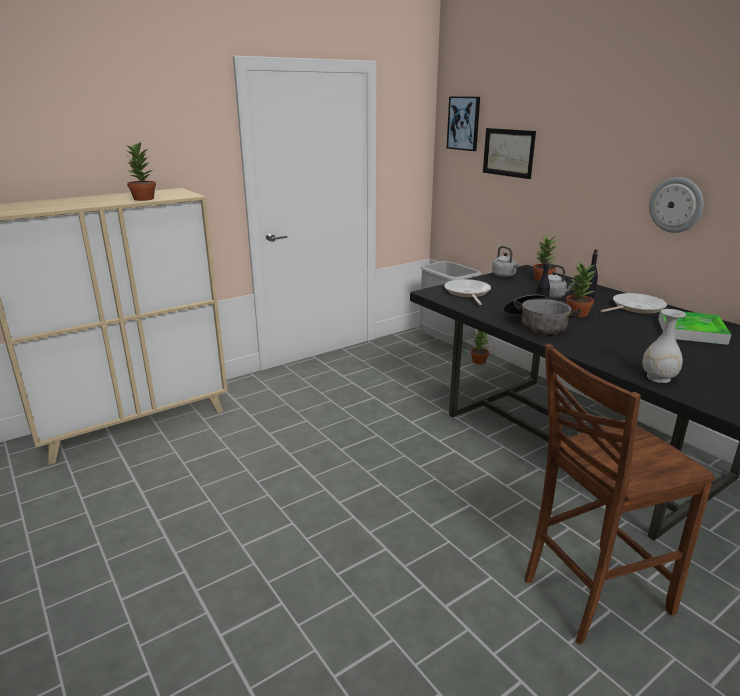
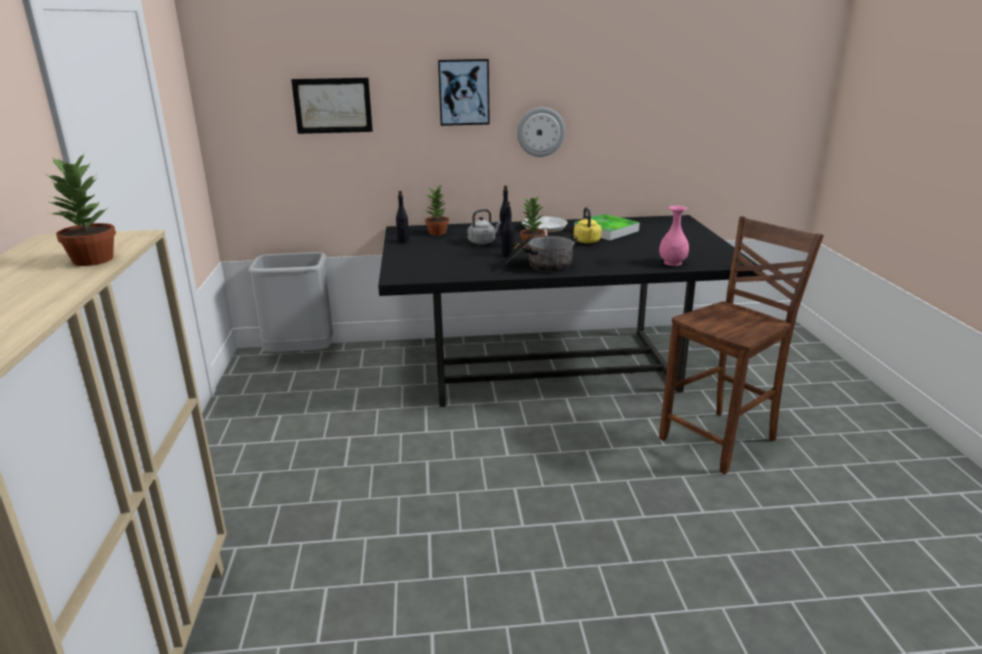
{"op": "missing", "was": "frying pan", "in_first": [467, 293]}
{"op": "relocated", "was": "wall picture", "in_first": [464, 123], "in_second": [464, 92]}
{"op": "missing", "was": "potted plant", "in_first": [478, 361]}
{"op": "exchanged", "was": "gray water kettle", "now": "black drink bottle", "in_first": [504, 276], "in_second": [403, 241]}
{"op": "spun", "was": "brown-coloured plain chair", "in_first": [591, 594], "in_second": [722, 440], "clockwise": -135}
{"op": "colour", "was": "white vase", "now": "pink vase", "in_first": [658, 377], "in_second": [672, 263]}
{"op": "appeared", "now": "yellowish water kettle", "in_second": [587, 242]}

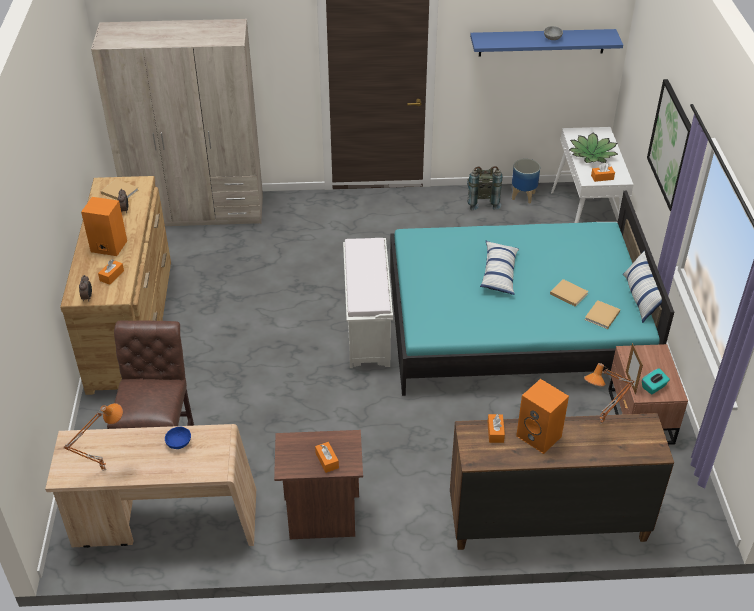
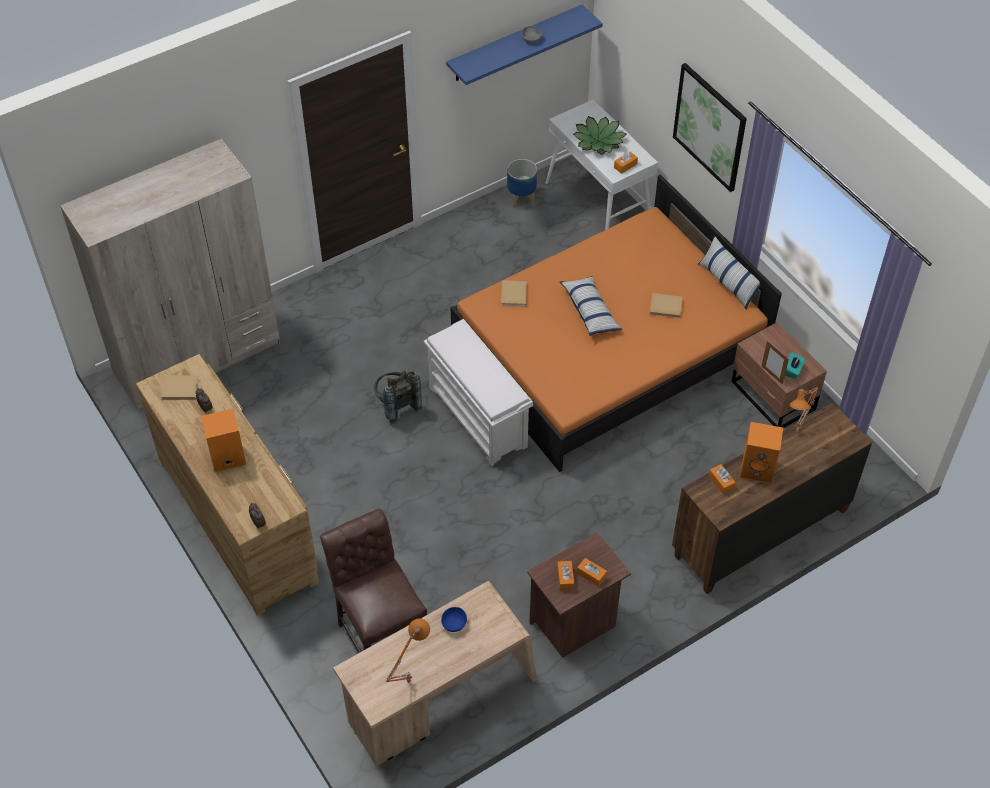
{"op": "relocated", "was": "orange tissue holder", "in_first": [112, 276], "in_second": [565, 578]}
{"op": "colour", "was": "blue-green bed", "now": "orange bed", "in_first": [514, 324], "in_second": [608, 349]}
{"op": "relocated", "was": "gray knapsack", "in_first": [481, 201], "in_second": [396, 405]}
{"op": "relocated", "was": "beige bound book", "in_first": [601, 316], "in_second": [513, 295]}

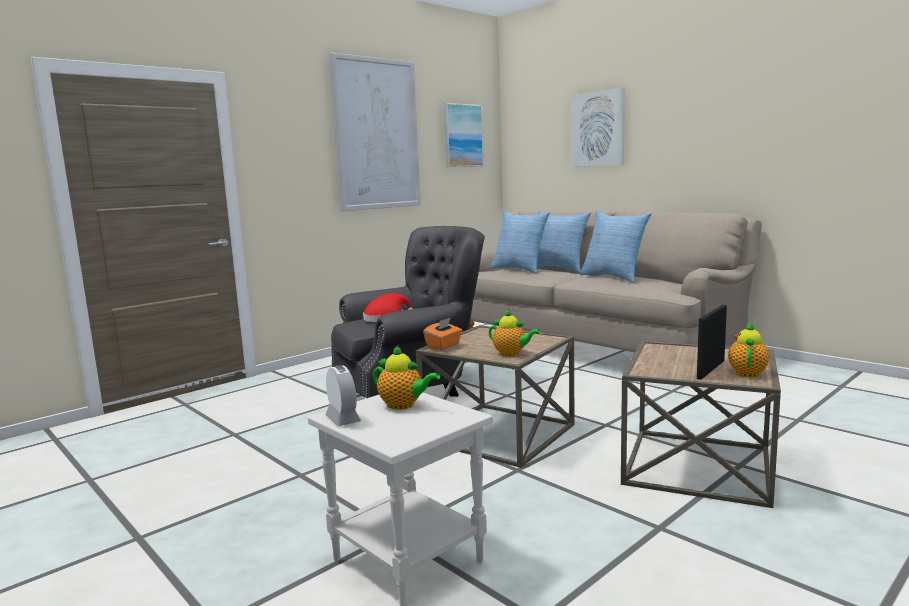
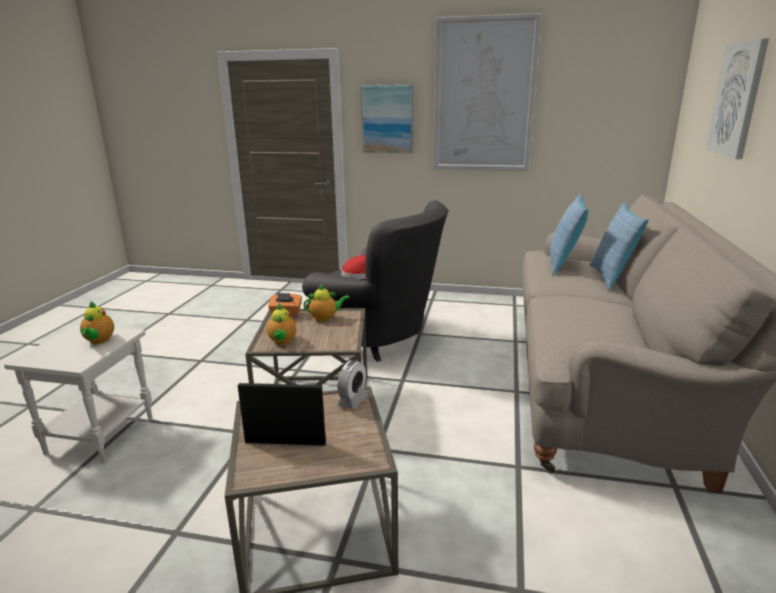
{"op": "relocated", "was": "table clock", "in_first": [343, 419], "in_second": [352, 400]}
{"op": "relocated", "was": "wall picture", "in_first": [462, 135], "in_second": [387, 119]}
{"op": "missing", "was": "throw pillow", "in_first": [614, 277]}
{"op": "relocated", "was": "teapot", "in_first": [747, 372], "in_second": [325, 318]}

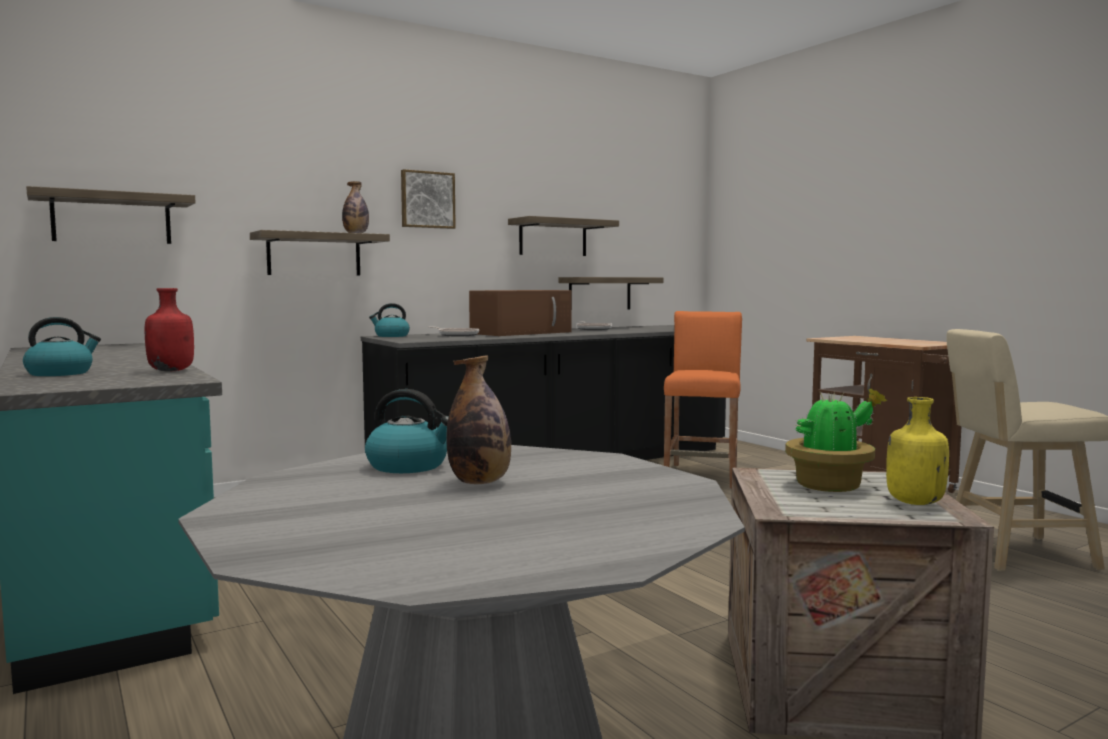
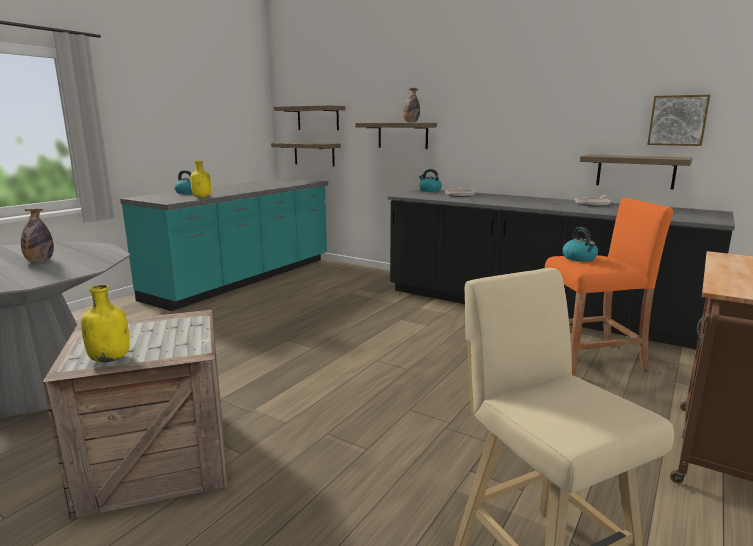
{"op": "colour", "was": "red drink bottle", "now": "yellowish drink bottle", "in_first": [172, 371], "in_second": [202, 197]}
{"op": "relocated", "was": "water kettle", "in_first": [409, 466], "in_second": [579, 258]}
{"op": "relocated", "was": "wall picture", "in_first": [427, 200], "in_second": [678, 120]}
{"op": "missing", "was": "brown-coloured microwave oven", "in_first": [522, 332]}
{"op": "relocated", "was": "bracket shelf", "in_first": [553, 238], "in_second": [314, 154]}
{"op": "missing", "was": "potted plant", "in_first": [831, 486]}

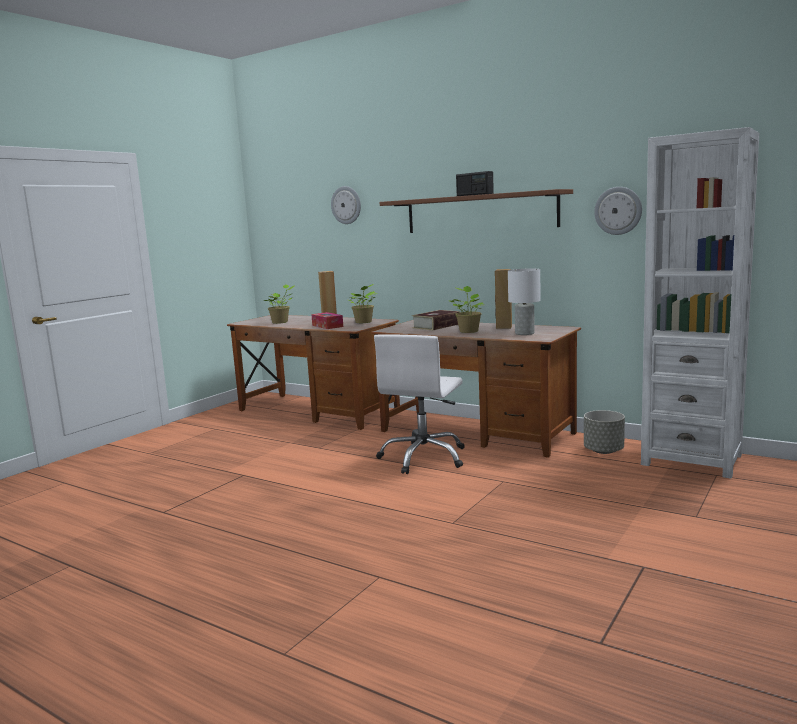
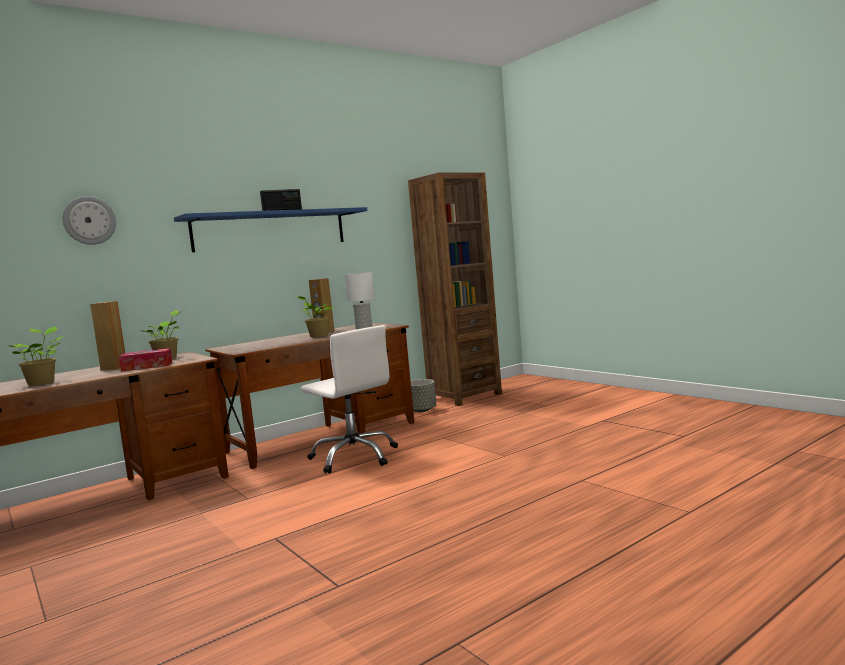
{"op": "colour", "was": "brown-coloured bracket shelf", "now": "blue bracket shelf", "in_first": [480, 213], "in_second": [271, 230]}
{"op": "missing", "was": "bound book", "in_first": [436, 326]}
{"op": "missing", "was": "wall clock", "in_first": [618, 210]}
{"op": "colour", "was": "white shelving unit", "now": "brown-coloured shelving unit", "in_first": [691, 460], "in_second": [464, 396]}

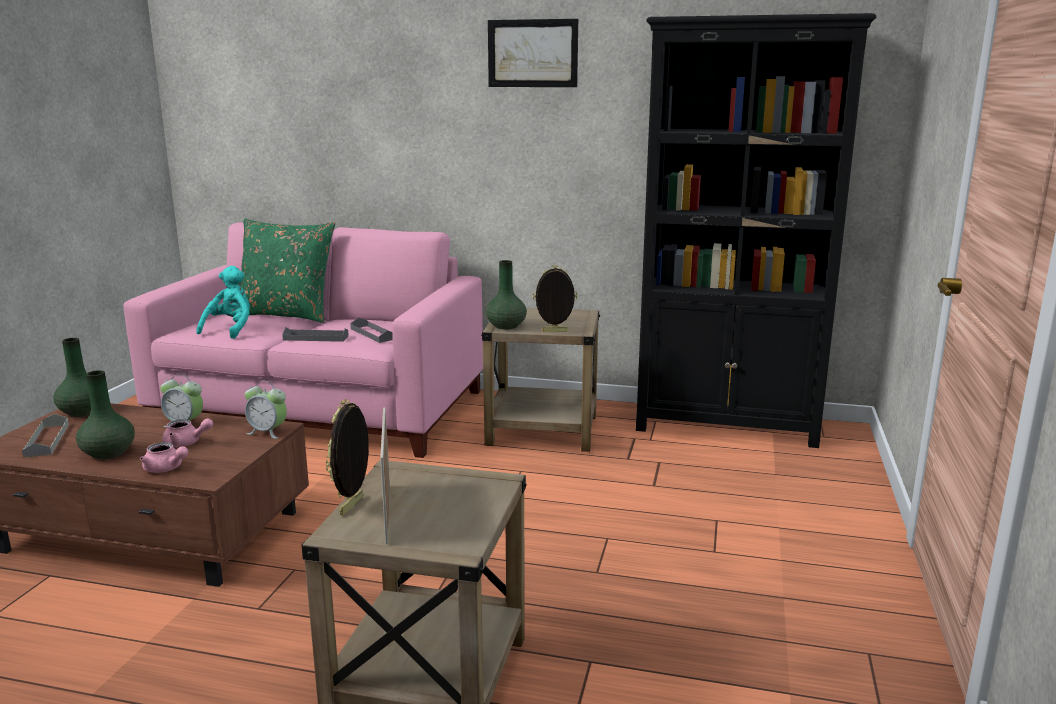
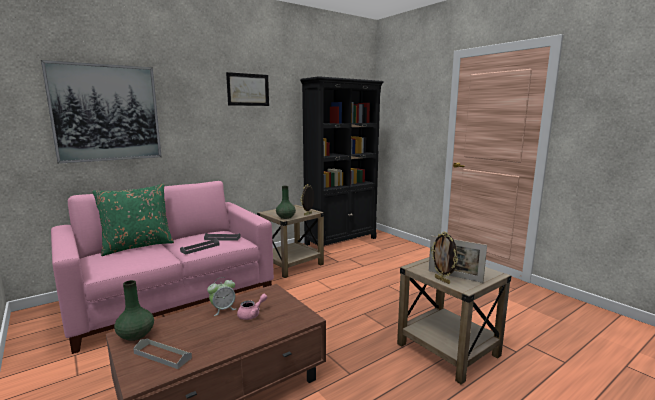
{"op": "missing", "was": "green-coloured vase", "in_first": [109, 453]}
{"op": "missing", "was": "pink teapot", "in_first": [166, 469]}
{"op": "missing", "was": "blue-green cuddly toy", "in_first": [230, 329]}
{"op": "missing", "was": "table clock", "in_first": [268, 432]}
{"op": "appeared", "now": "wall picture", "in_second": [106, 113]}

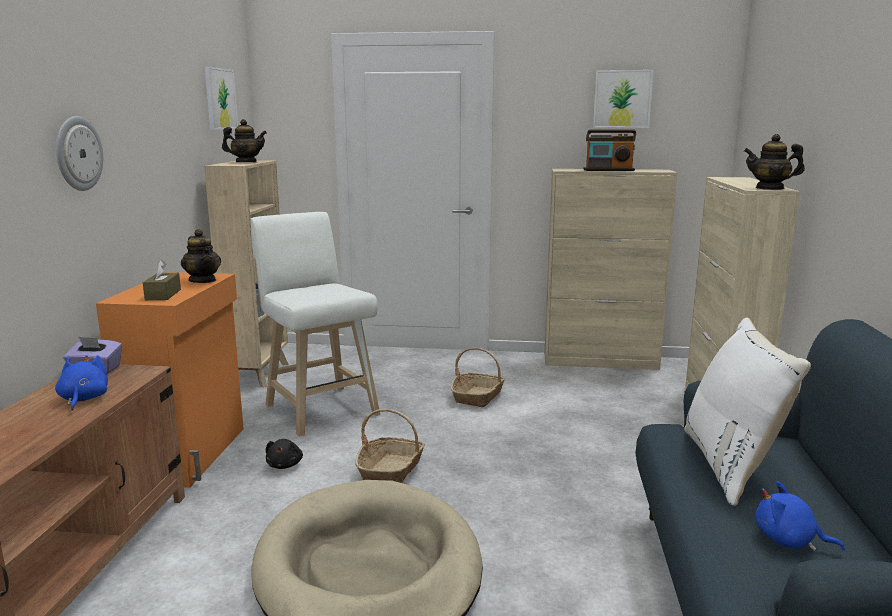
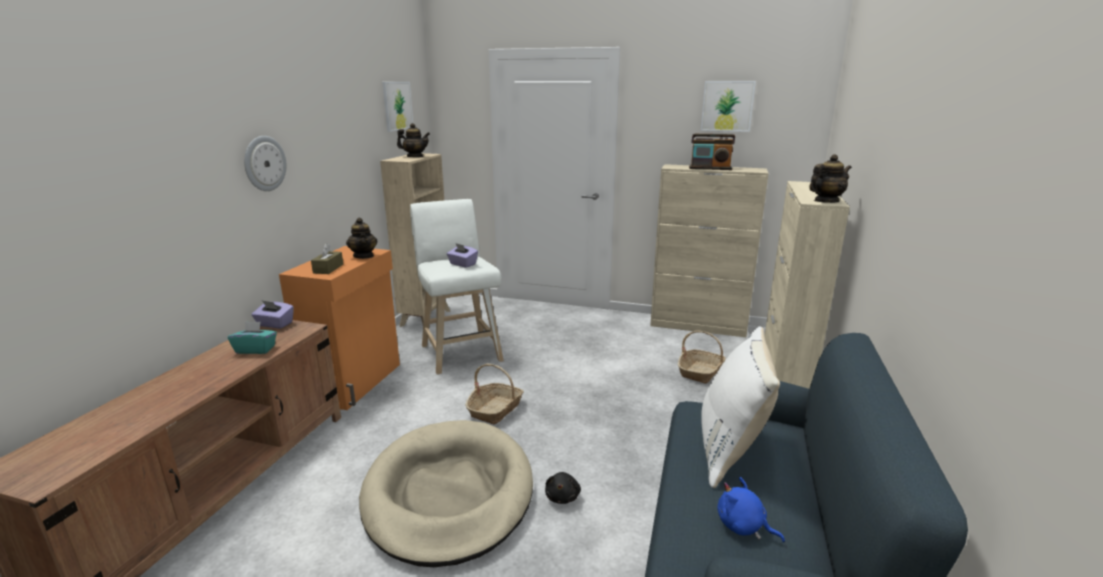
{"op": "exchanged", "was": "blue cuddly toy", "now": "blue-green tissue holder", "in_first": [83, 399], "in_second": [256, 349]}
{"op": "relocated", "was": "black cuddly toy", "in_first": [285, 465], "in_second": [563, 496]}
{"op": "relocated", "was": "storage basket", "in_first": [478, 396], "in_second": [700, 372]}
{"op": "spun", "was": "teapot", "in_first": [770, 188], "in_second": [825, 201], "clockwise": 135}
{"op": "appeared", "now": "purplish tissue holder", "in_second": [462, 264]}

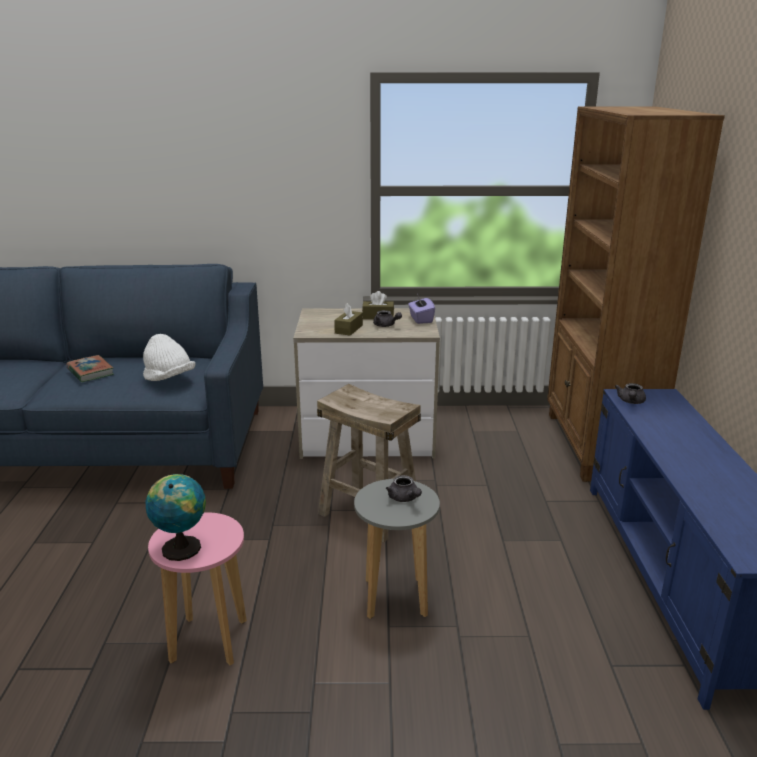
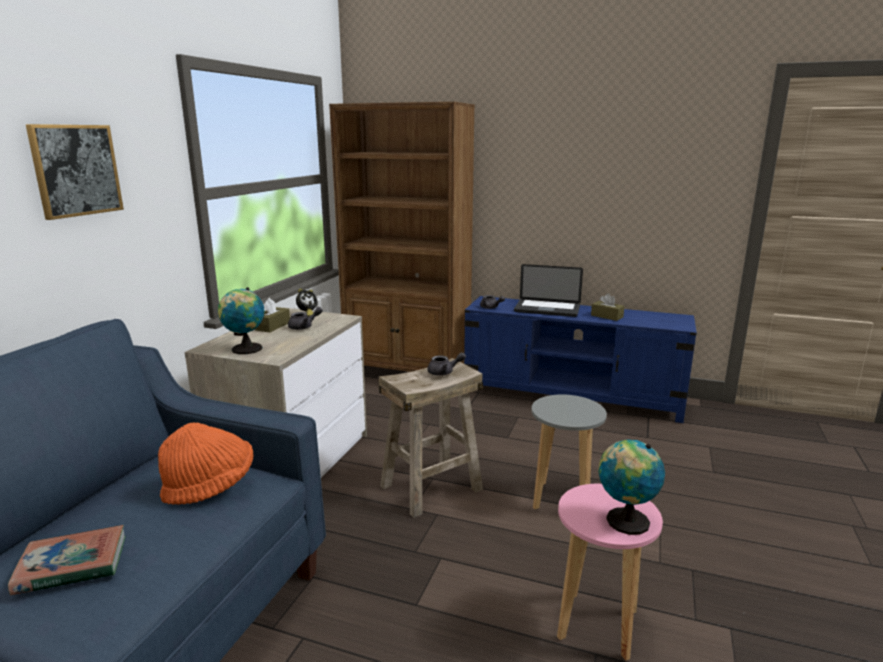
{"op": "colour", "was": "white clothing hat", "now": "orange clothing hat", "in_first": [169, 379], "in_second": [210, 486]}
{"op": "relocated", "was": "brown-coloured tissue holder", "in_first": [348, 329], "in_second": [607, 316]}
{"op": "relocated", "was": "gray teapot", "in_first": [404, 498], "in_second": [444, 372]}
{"op": "exchanged", "was": "purplish tissue holder", "now": "table clock", "in_first": [420, 319], "in_second": [307, 314]}
{"op": "appeared", "now": "wall picture", "in_second": [76, 170]}
{"op": "appeared", "now": "world globe", "in_second": [245, 349]}
{"op": "appeared", "now": "laptop", "in_second": [547, 309]}

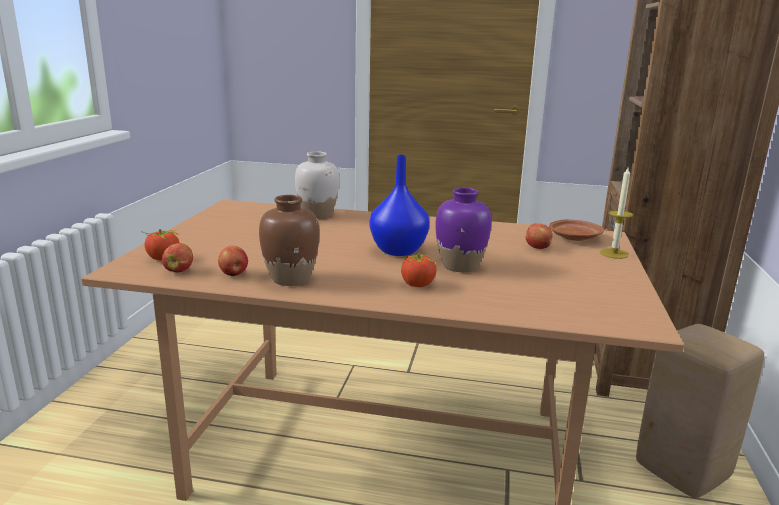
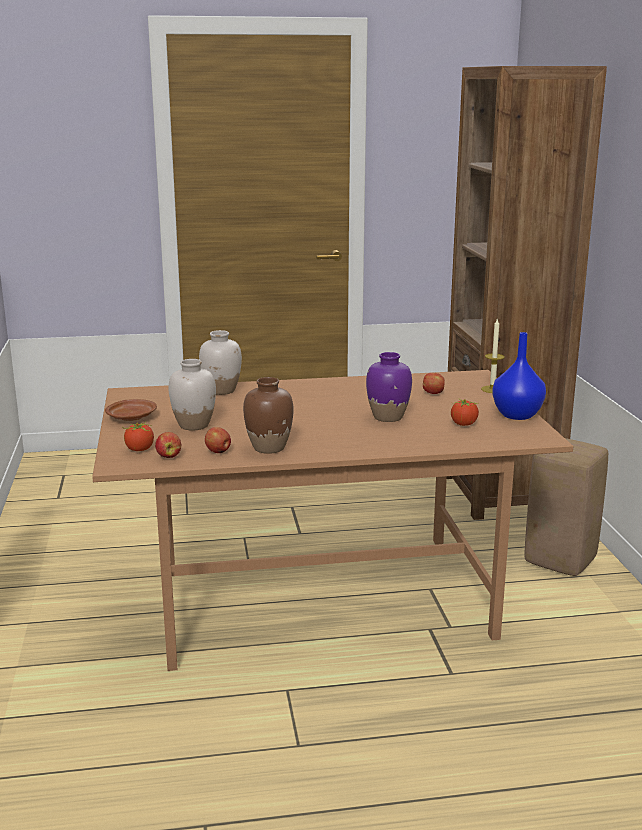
{"op": "relocated", "was": "blue vase", "in_first": [399, 251], "in_second": [518, 415]}
{"op": "relocated", "was": "tomato", "in_first": [418, 285], "in_second": [464, 424]}
{"op": "relocated", "was": "brown-coloured plate", "in_first": [574, 237], "in_second": [132, 417]}
{"op": "appeared", "now": "white vase", "in_second": [193, 425]}

